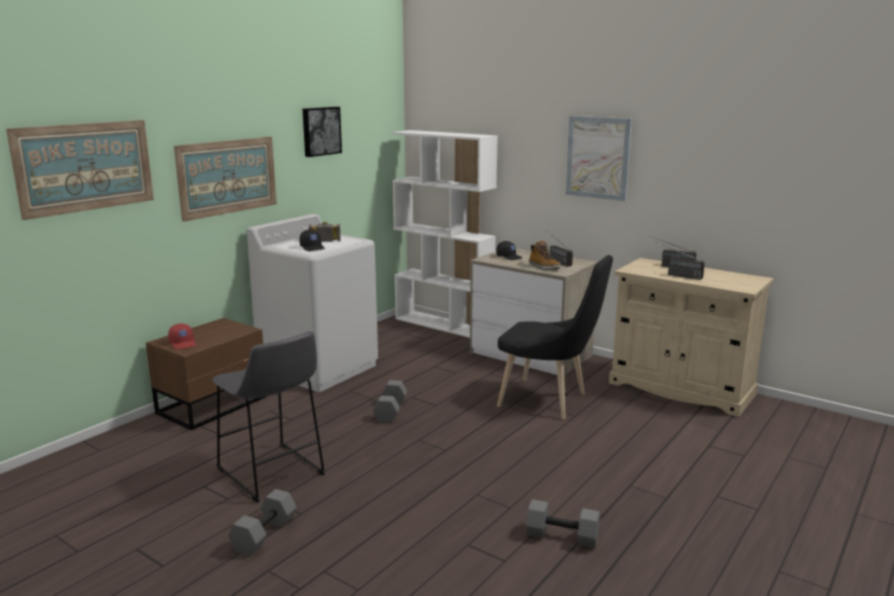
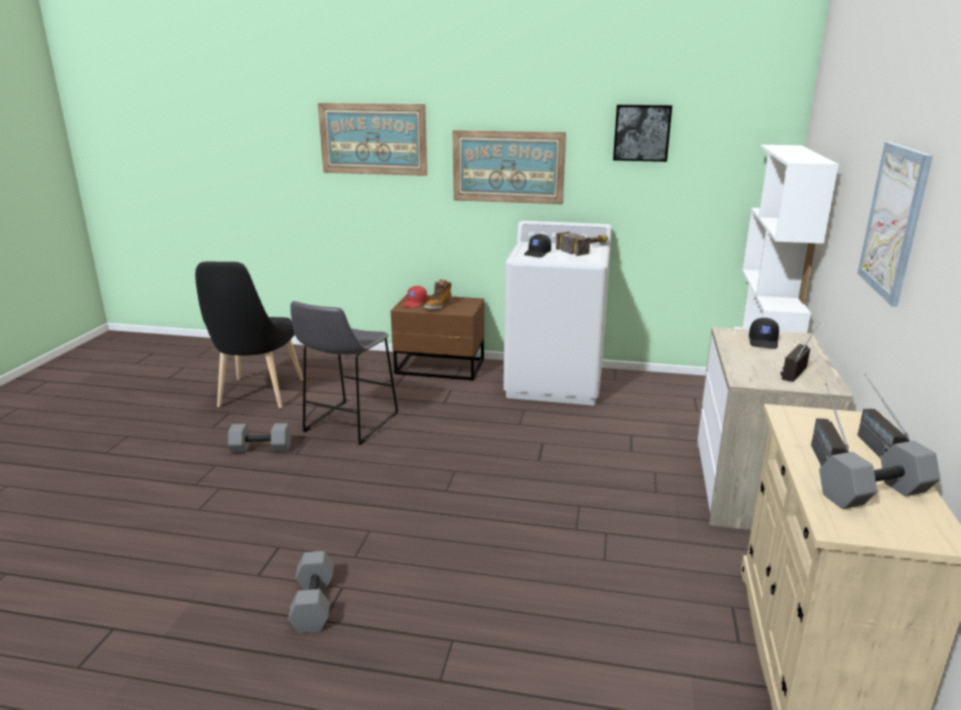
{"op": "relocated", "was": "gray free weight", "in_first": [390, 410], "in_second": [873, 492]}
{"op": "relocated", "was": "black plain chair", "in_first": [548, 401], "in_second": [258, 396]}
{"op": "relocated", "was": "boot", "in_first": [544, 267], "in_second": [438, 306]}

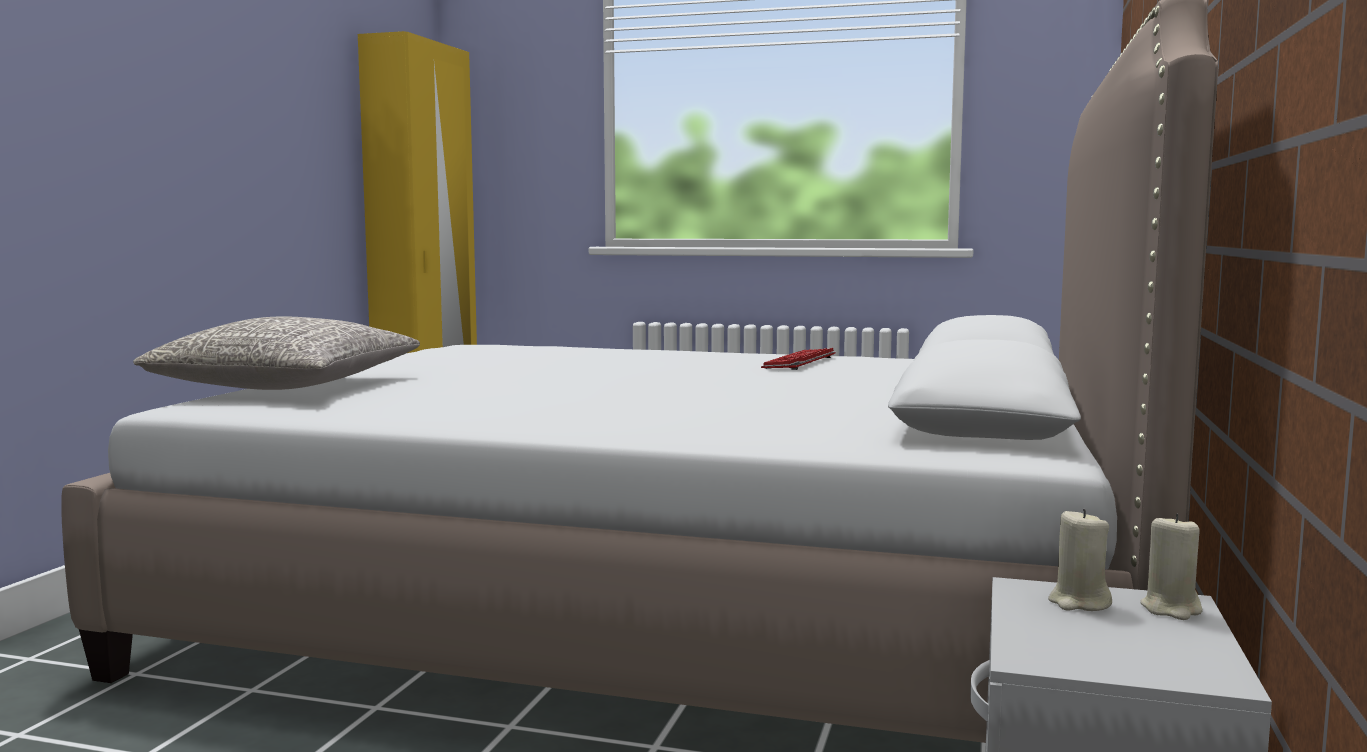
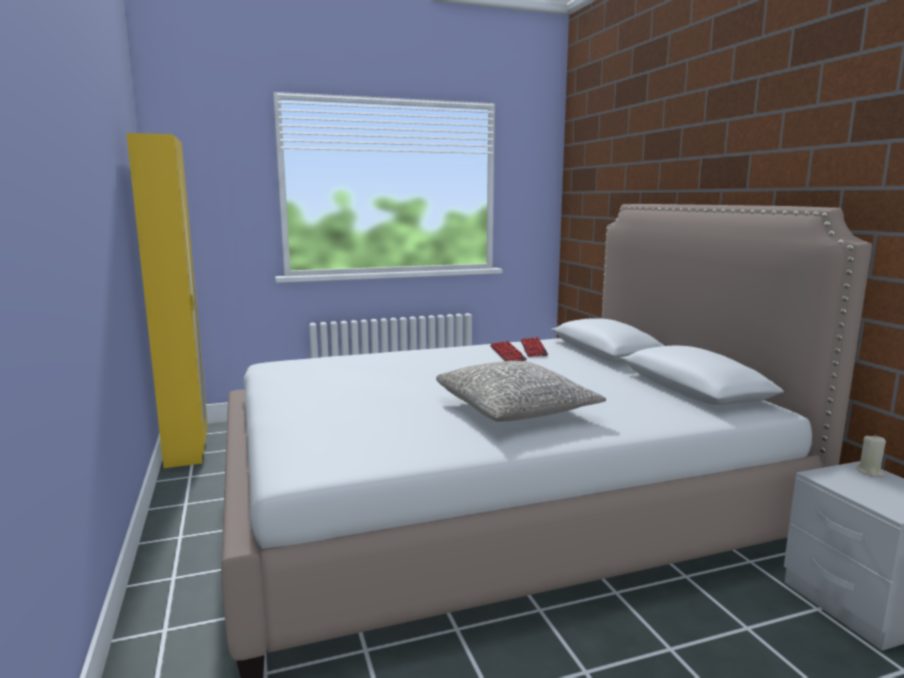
{"op": "relocated", "was": "gray throw pillow", "in_first": [288, 387], "in_second": [515, 410]}
{"op": "missing", "was": "beige wax light", "in_first": [1079, 603]}
{"op": "appeared", "now": "computer keyboard", "in_second": [533, 348]}

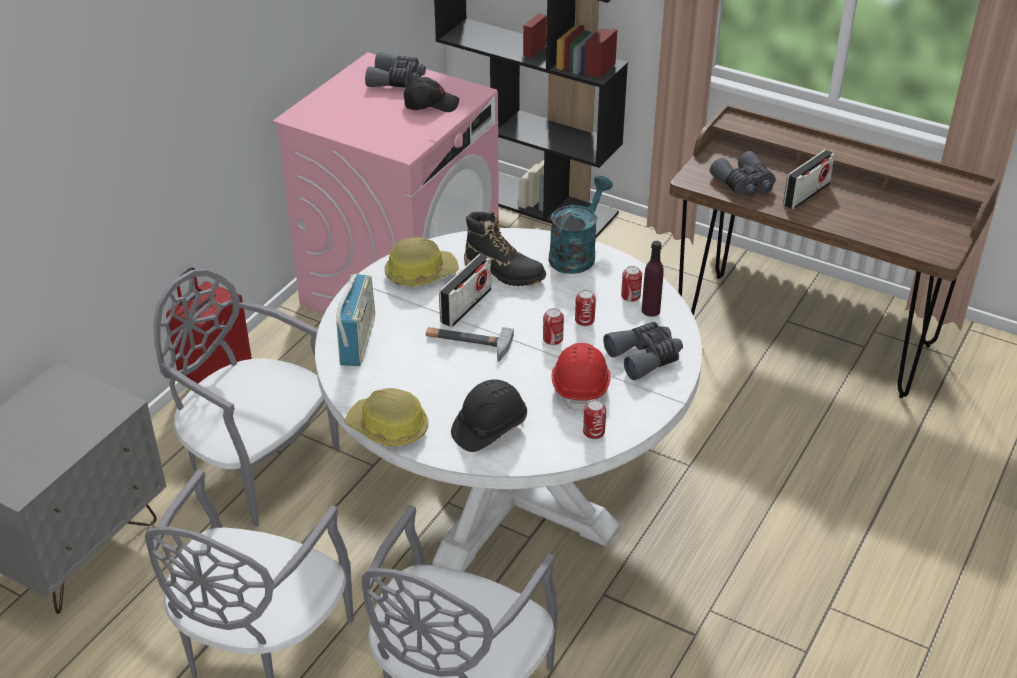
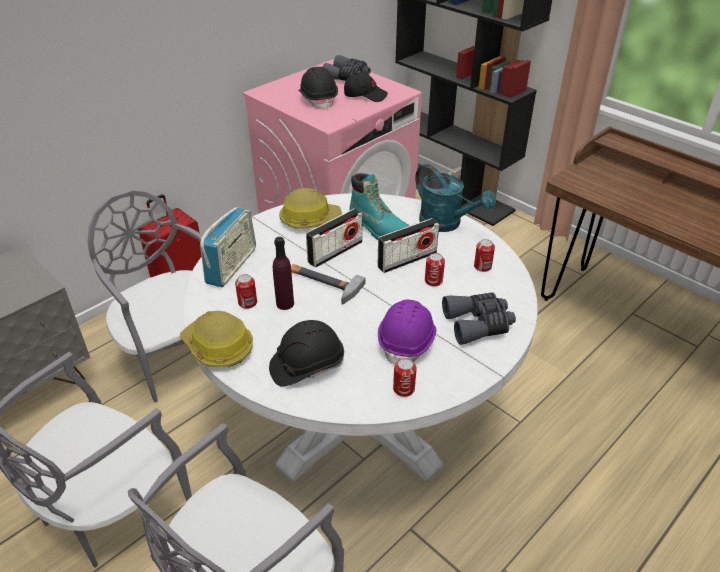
{"op": "colour", "was": "black boot", "now": "blue-green boot", "in_first": [504, 272], "in_second": [379, 230]}
{"op": "relocated", "was": "metal can", "in_first": [552, 339], "in_second": [247, 303]}
{"op": "spun", "was": "blue-green watering can", "in_first": [576, 253], "in_second": [446, 224], "clockwise": 90}
{"op": "colour", "was": "red hard hat", "now": "purplish hard hat", "in_first": [581, 387], "in_second": [407, 342]}
{"op": "relocated", "was": "purplish drink bottle", "in_first": [650, 310], "in_second": [285, 304]}
{"op": "missing", "was": "gray pair of binoculars", "in_first": [745, 184]}
{"op": "relocated", "was": "radio receiver", "in_first": [806, 194], "in_second": [407, 260]}
{"op": "appeared", "now": "black hard hat", "in_second": [318, 99]}

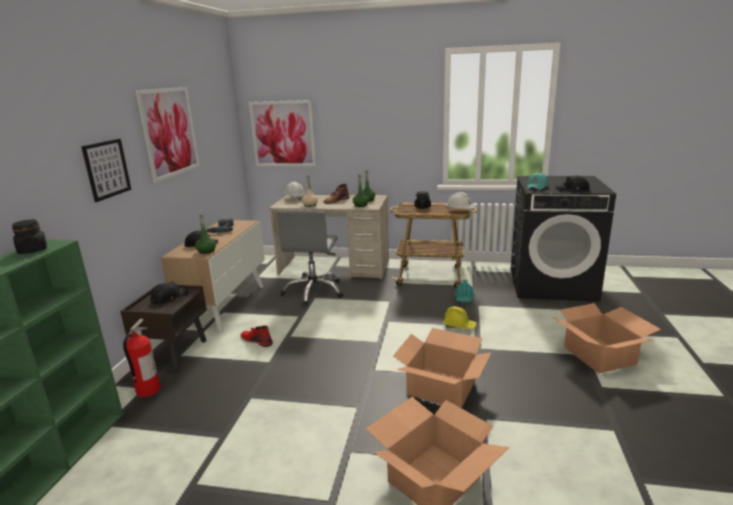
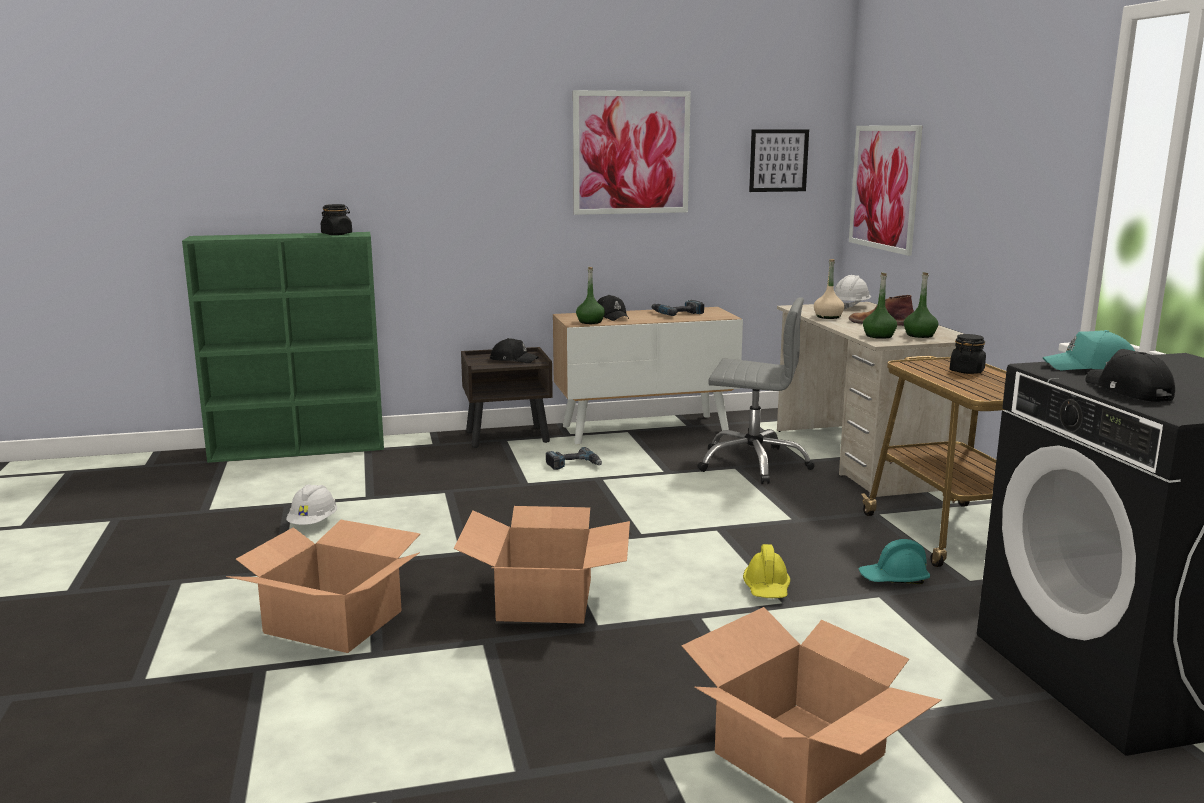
{"op": "relocated", "was": "wall picture", "in_first": [107, 169], "in_second": [778, 160]}
{"op": "missing", "was": "fire extinguisher", "in_first": [147, 390]}
{"op": "exchanged", "was": "red boot", "now": "power drill", "in_first": [256, 340], "in_second": [574, 464]}
{"op": "spun", "was": "gray office chair", "in_first": [314, 292], "in_second": [753, 463], "clockwise": -150}
{"op": "relocated", "was": "white hard hat", "in_first": [460, 211], "in_second": [313, 523]}

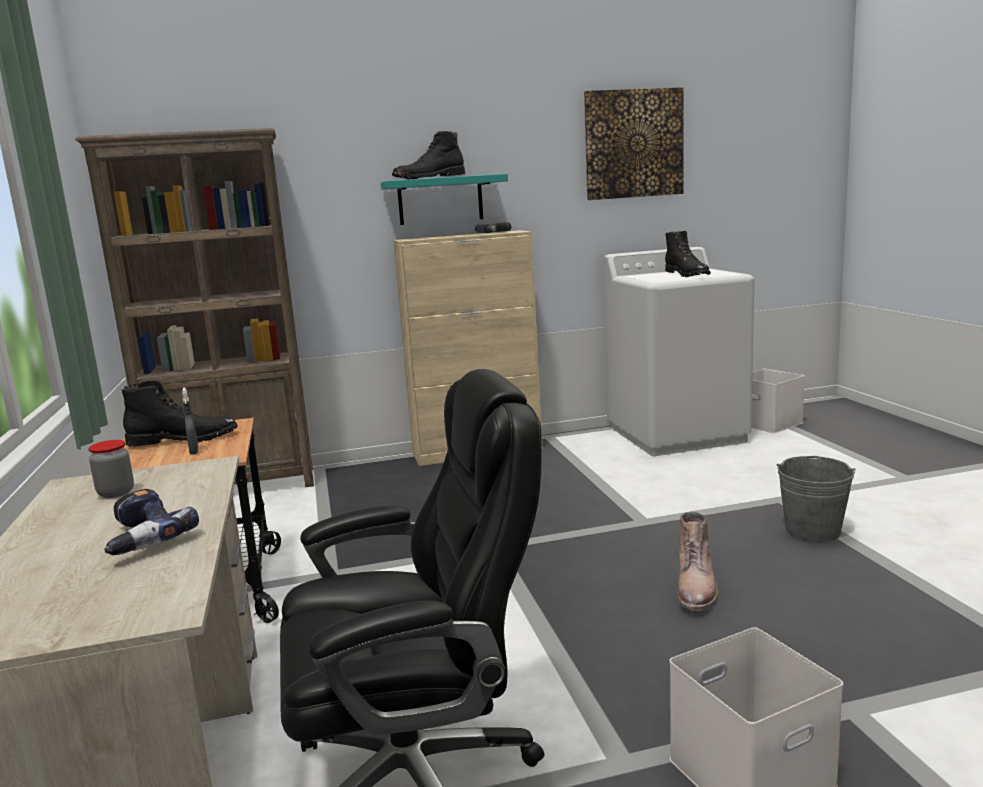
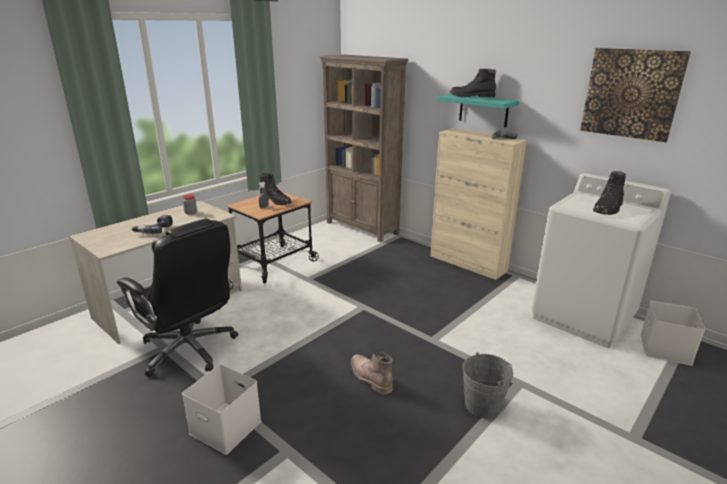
{"op": "spun", "was": "brown-coloured boot", "in_first": [697, 589], "in_second": [369, 377], "clockwise": 75}

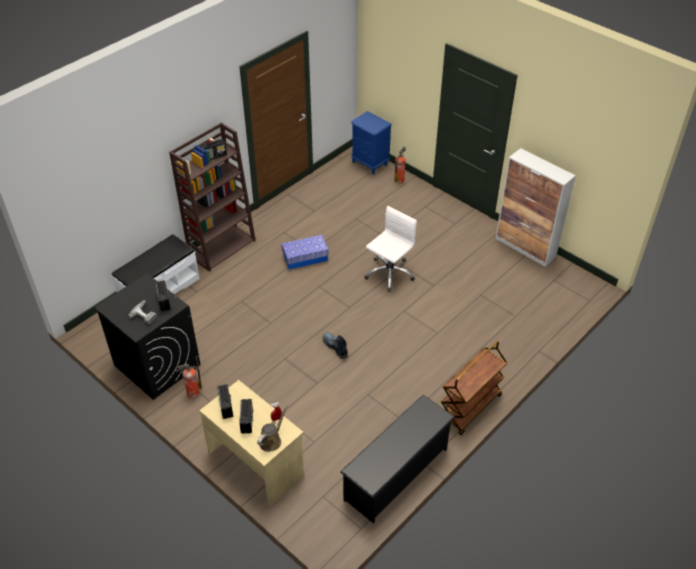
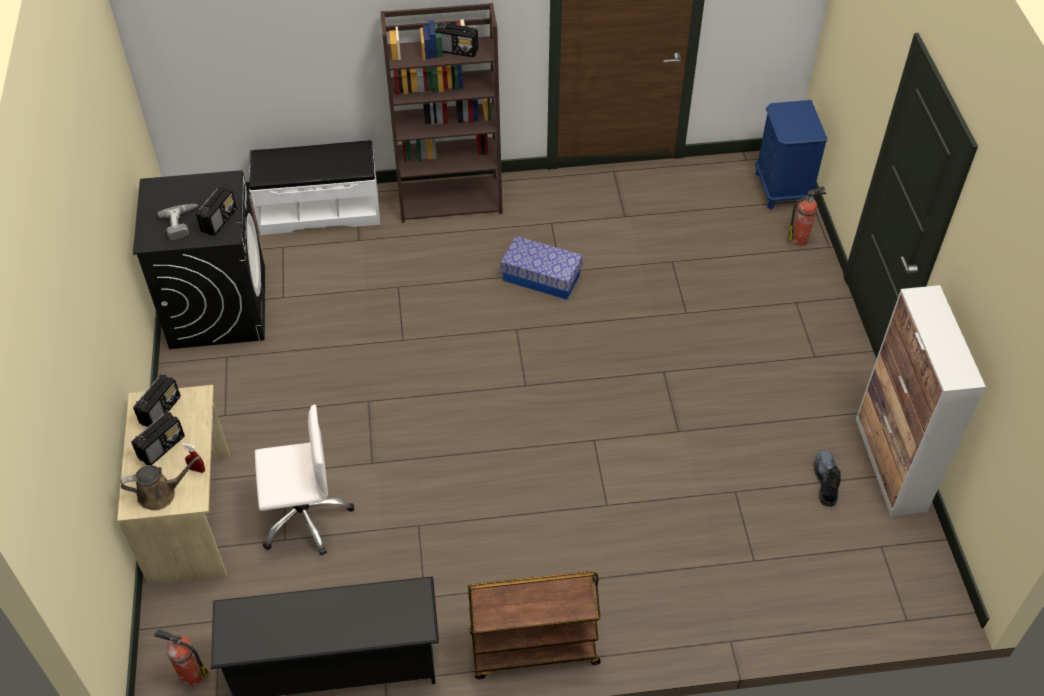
{"op": "relocated", "was": "fire extinguisher", "in_first": [192, 393], "in_second": [190, 675]}
{"op": "relocated", "was": "boot", "in_first": [334, 347], "in_second": [825, 479]}
{"op": "relocated", "was": "white office chair", "in_first": [389, 273], "in_second": [304, 516]}

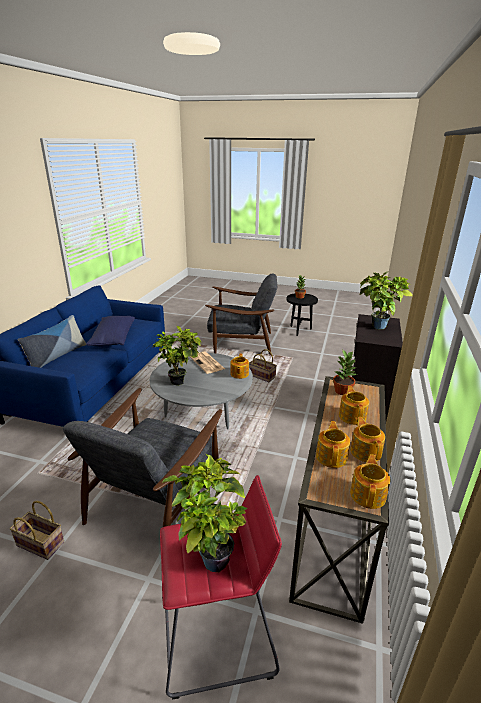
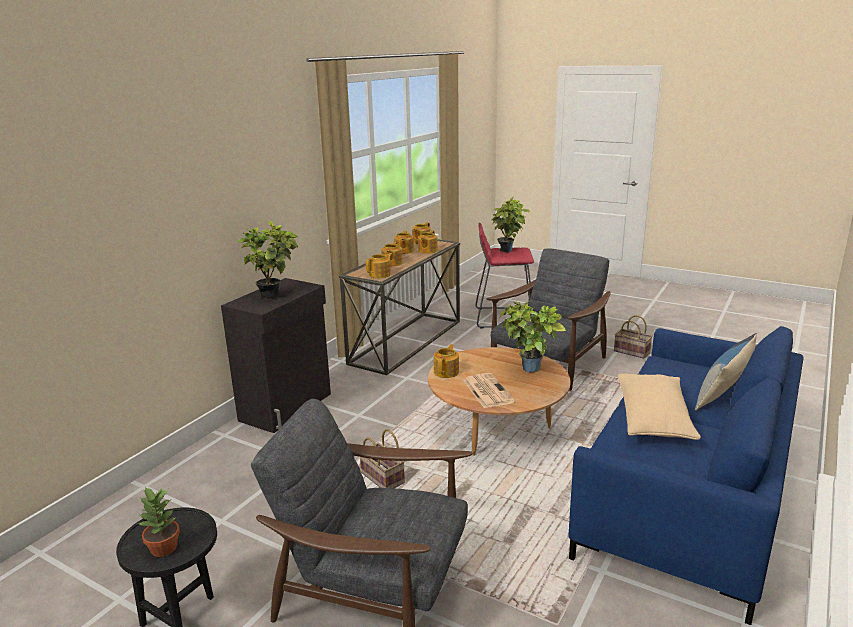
{"op": "colour", "was": "blue throw pillow", "now": "beige throw pillow", "in_first": [113, 339], "in_second": [653, 419]}
{"op": "colour", "was": "gray low table", "now": "brown-coloured low table", "in_first": [203, 412], "in_second": [497, 429]}
{"op": "exchanged", "was": "potted plant", "now": "teapot", "in_first": [342, 391], "in_second": [380, 274]}

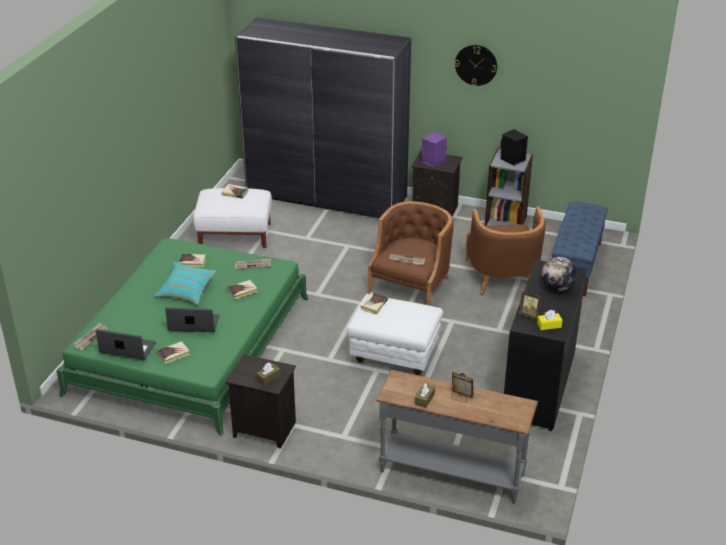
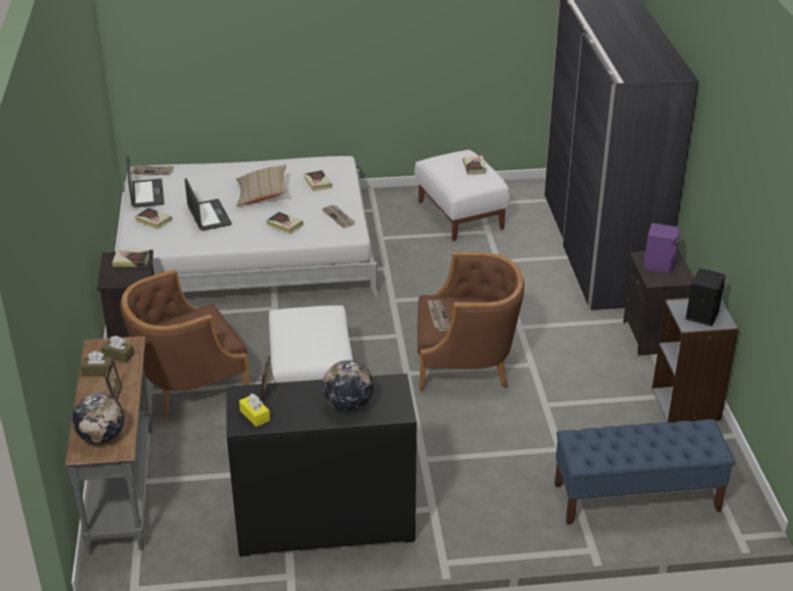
{"op": "colour", "was": "green-coloured bed", "now": "white bed", "in_first": [191, 344], "in_second": [246, 251]}
{"op": "colour", "was": "blue-green throw pillow", "now": "beige throw pillow", "in_first": [186, 291], "in_second": [262, 195]}
{"op": "relocated", "was": "brown-coloured tissue holder", "in_first": [268, 378], "in_second": [118, 355]}
{"op": "relocated", "was": "bound book", "in_first": [373, 305], "in_second": [131, 260]}
{"op": "missing", "was": "wall clock", "in_first": [476, 65]}
{"op": "relocated", "was": "brown-coloured lounge chair", "in_first": [502, 276], "in_second": [189, 383]}
{"op": "appeared", "now": "world globe", "in_second": [102, 437]}

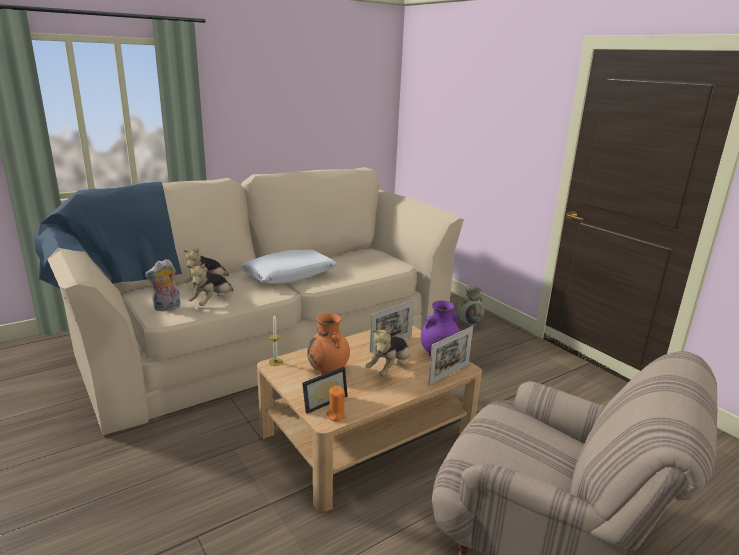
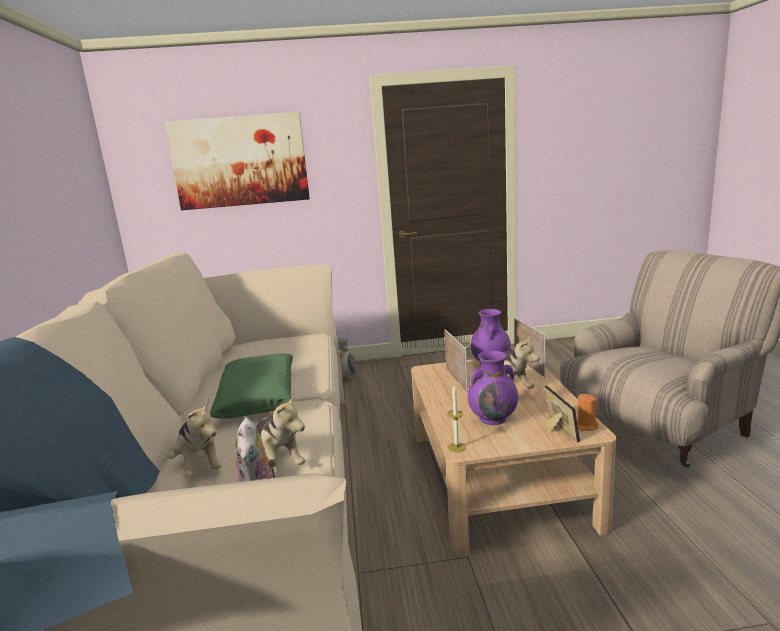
{"op": "colour", "was": "white throw pillow", "now": "green-coloured throw pillow", "in_first": [289, 275], "in_second": [258, 396]}
{"op": "colour", "was": "orange vase", "now": "purplish vase", "in_first": [328, 370], "in_second": [493, 418]}
{"op": "appeared", "now": "wall picture", "in_second": [240, 161]}

